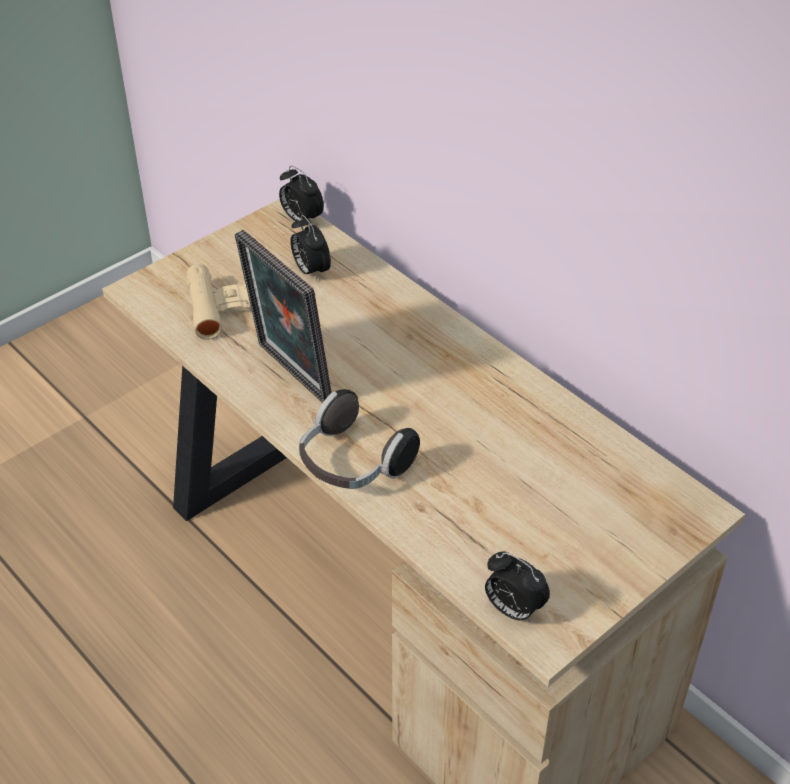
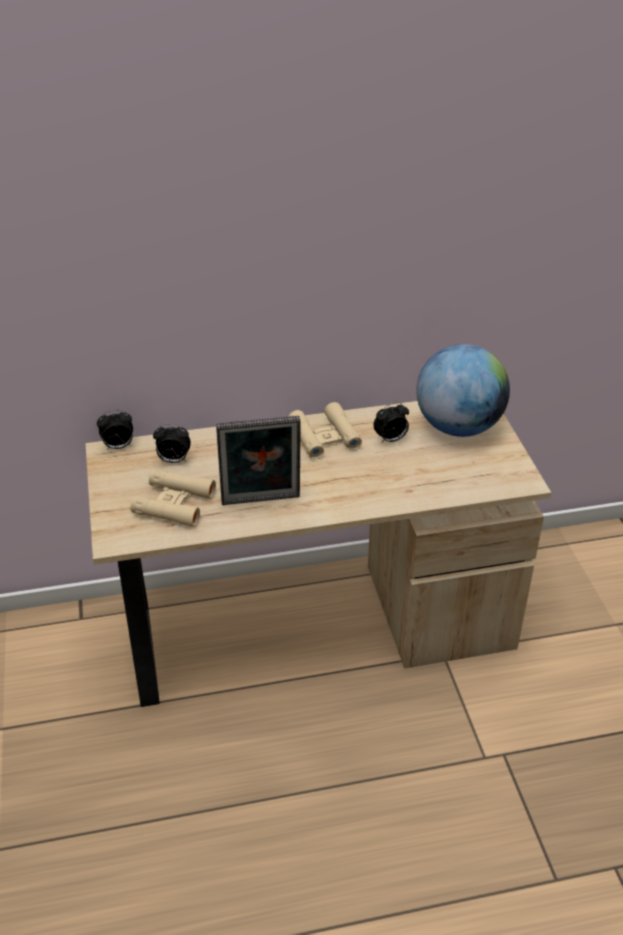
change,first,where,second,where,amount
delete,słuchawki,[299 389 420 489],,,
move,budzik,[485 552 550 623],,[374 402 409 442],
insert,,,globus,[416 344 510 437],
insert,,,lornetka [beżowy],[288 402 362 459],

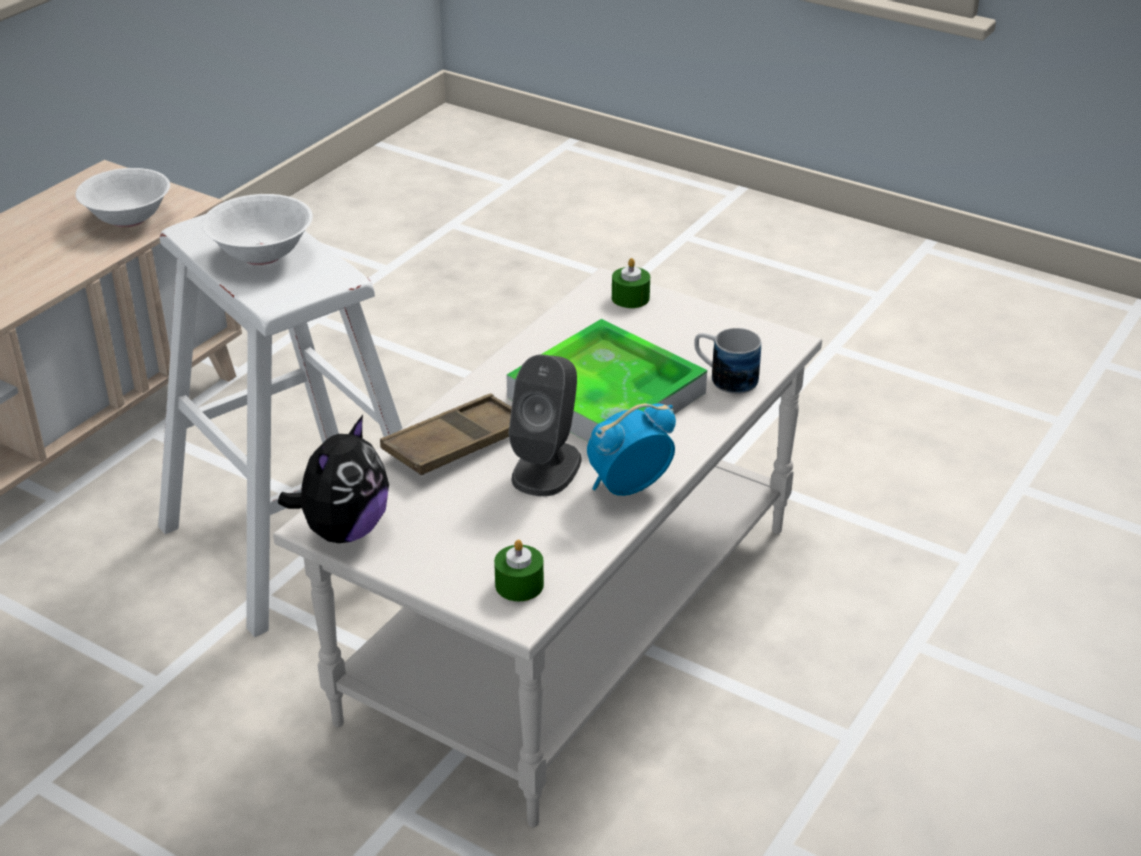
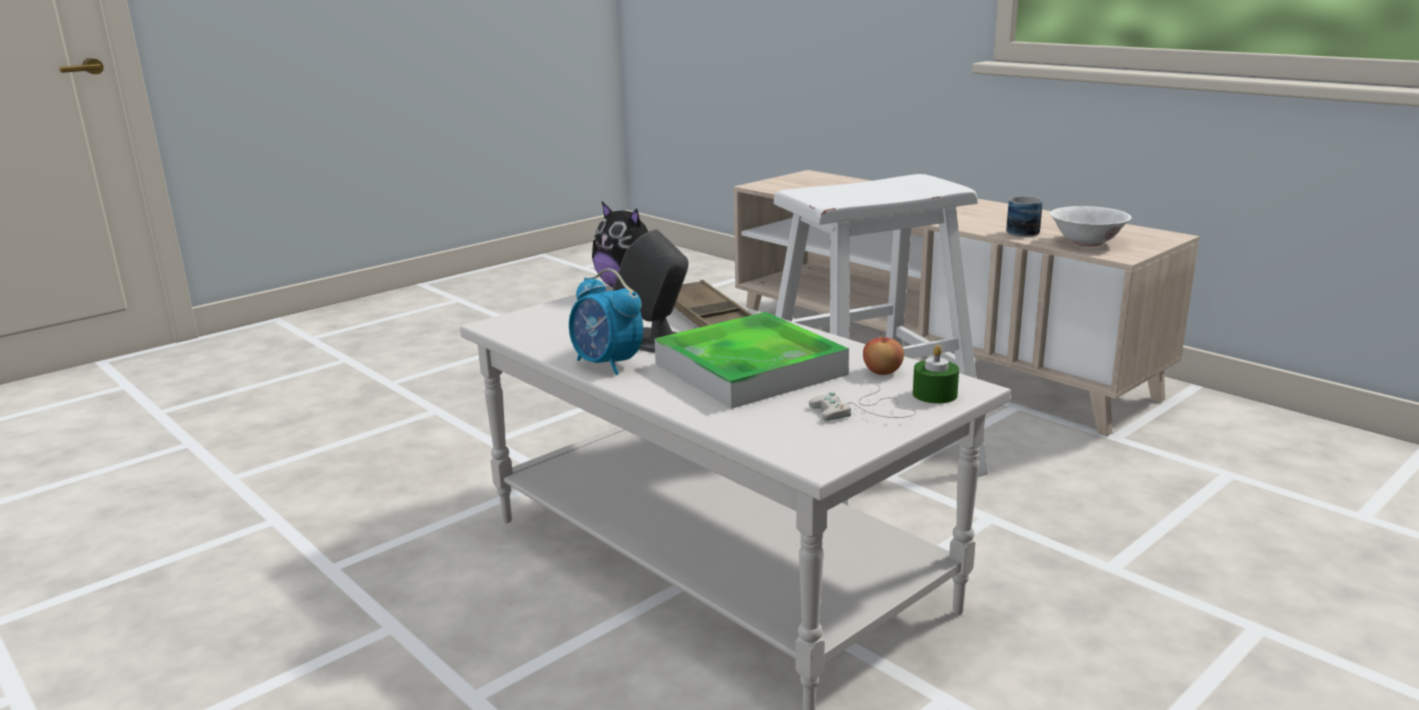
change,first,where,second,where,amount
delete,miska [biały],[202 194 313 265],,,
move,kubek,[694 328 761 394],,[1006 196 1042 237],
rotate,budzik,[587 404 676 496],,[569 269 643 375],150 degrees clockwise
delete,świeca [zielony],[494 540 544 601],,,
insert,,,jabłko,[863 334 904 375],
insert,,,pad do gier [biały],[809 380 916 421],

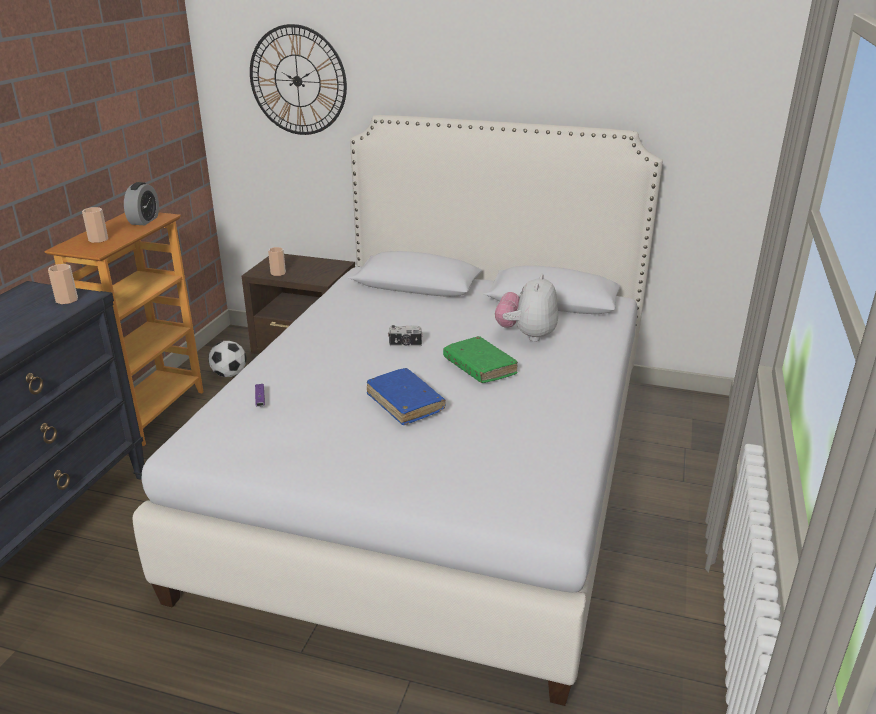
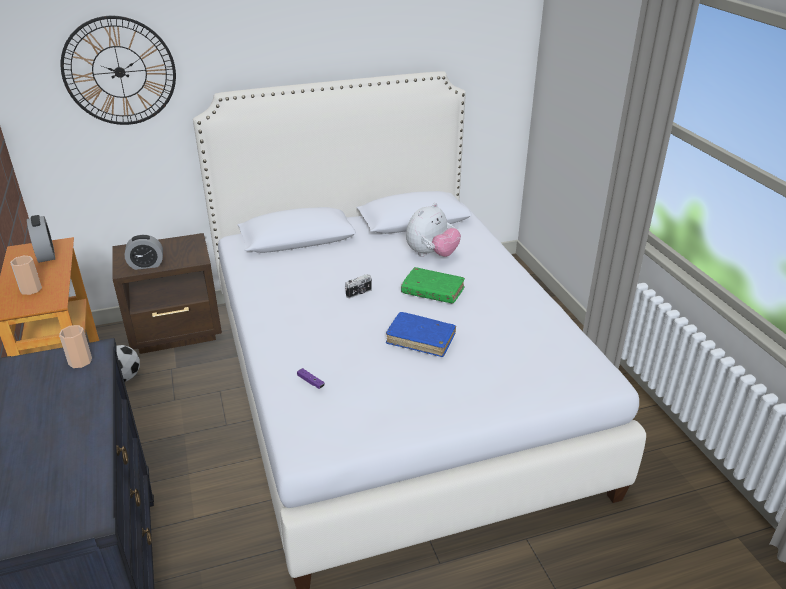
change,first,where,second,where,amount
replace,filiżanka,[268 247 286 276],budzik,[124 235 163 270],
rotate,pluszak,[495 274 558 342],,[406 203 461 257],120 degrees counterclockwise

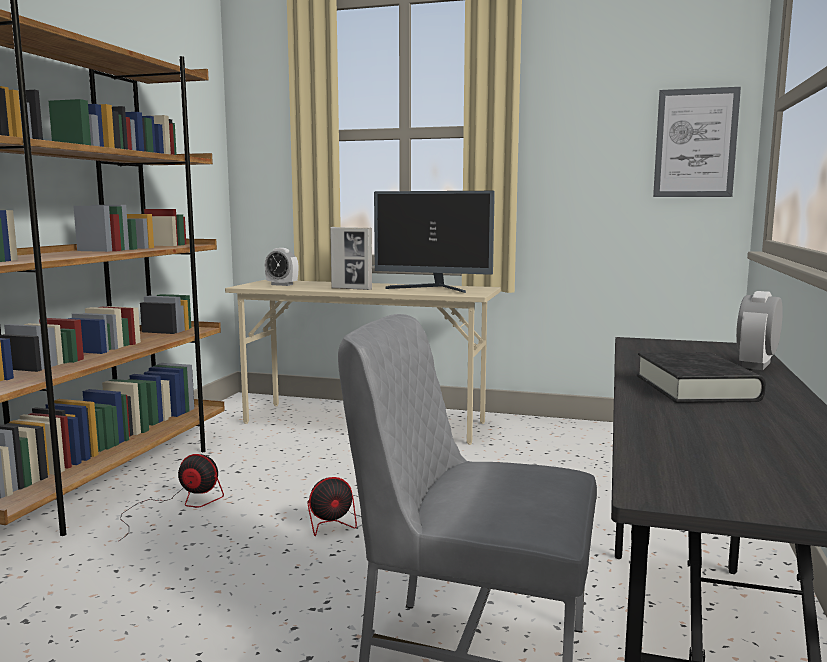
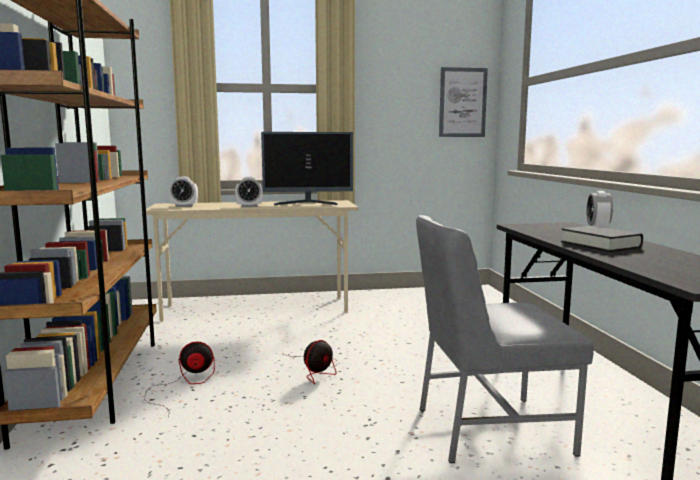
change,first,where,second,where,amount
replace,ramka na zdjęcie,[330 227 372 290],budzik,[235 177 263 207],

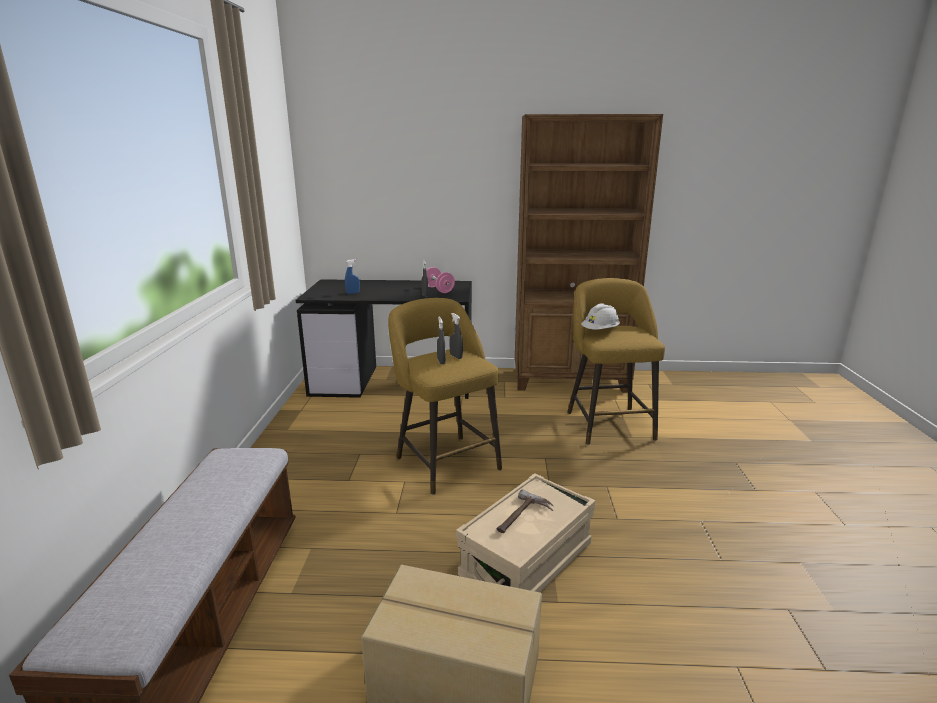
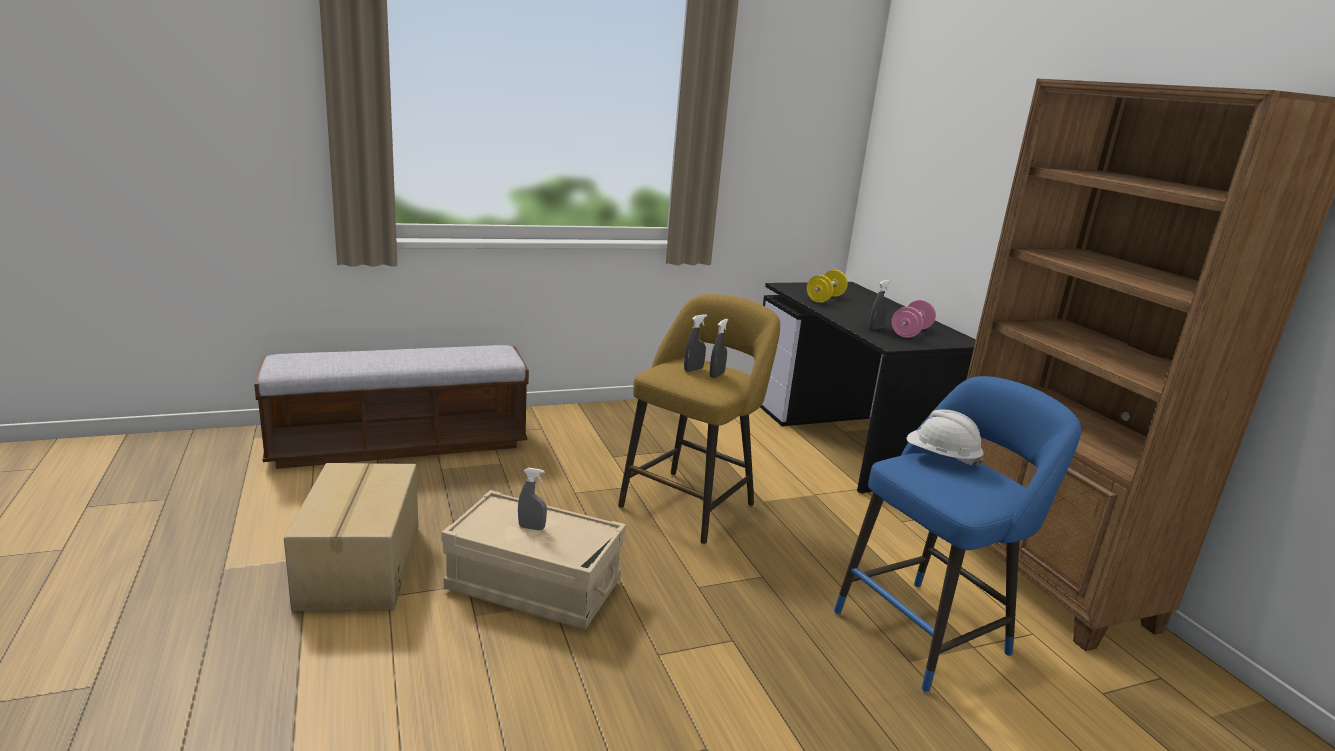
change,first,where,second,where,amount
replace,spryskiwacz [niebieski],[345 259 360 294],hantel [żółty],[807 270 848 303],
recolor,stołek [żółty],[567 278 665 445],stołek [niebieski],[834 376 1081 692],
replace,młotek,[496 489 553 533],spryskiwacz [szary],[518 468 547 530],

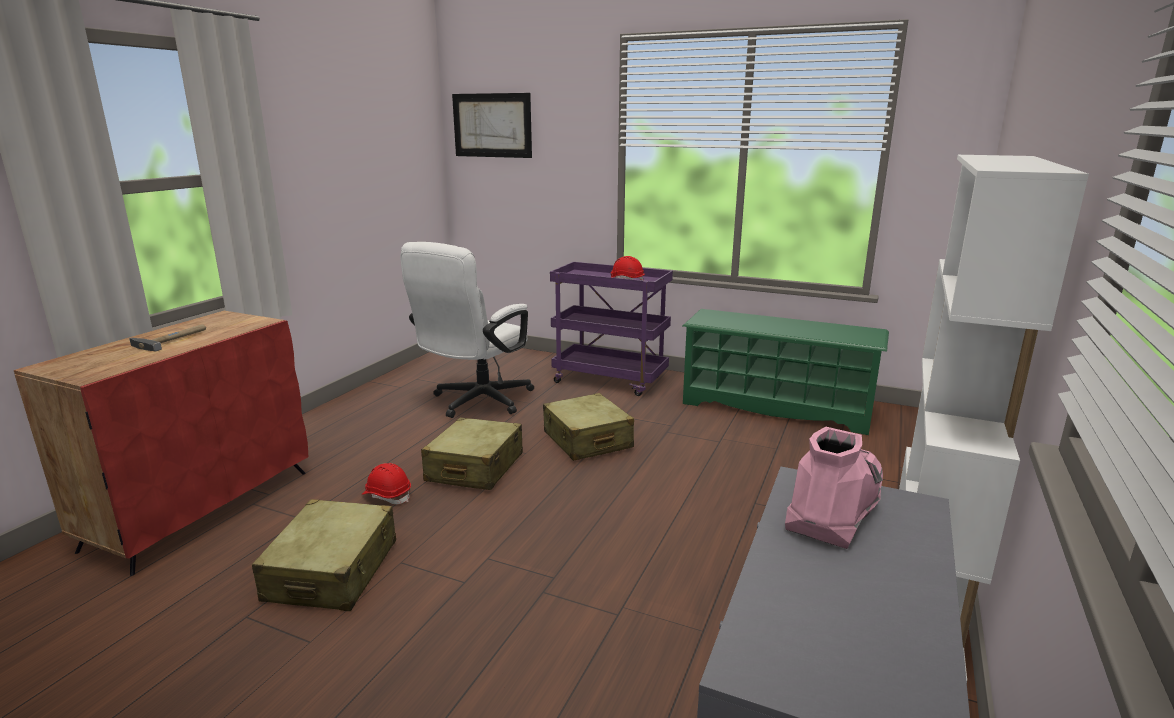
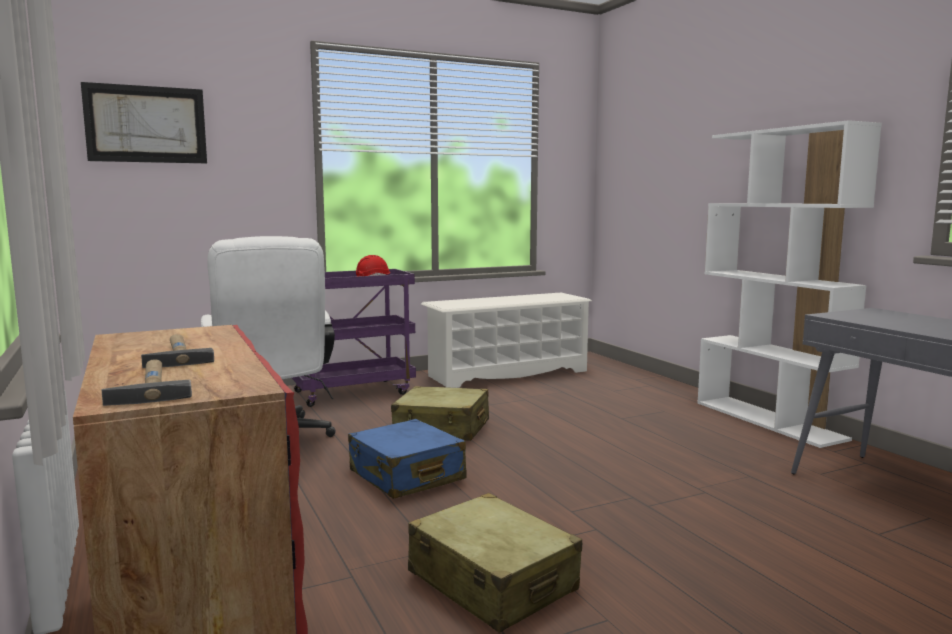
change,first,where,second,where,amount
recolor,regał na buty [zielony],[683 309 889 435],regał na buty [biały],[421 293 592 388],
recolor,walizka [beżowy],[421 417 523 490],walizka [niebieski],[348 419 467 499],
delete,but z cholewką [różowy],[785 427 883 549],,,
delete,kask [czerwony],[362 463 411 504],,,
insert,,,młotek,[102 359 192 406],

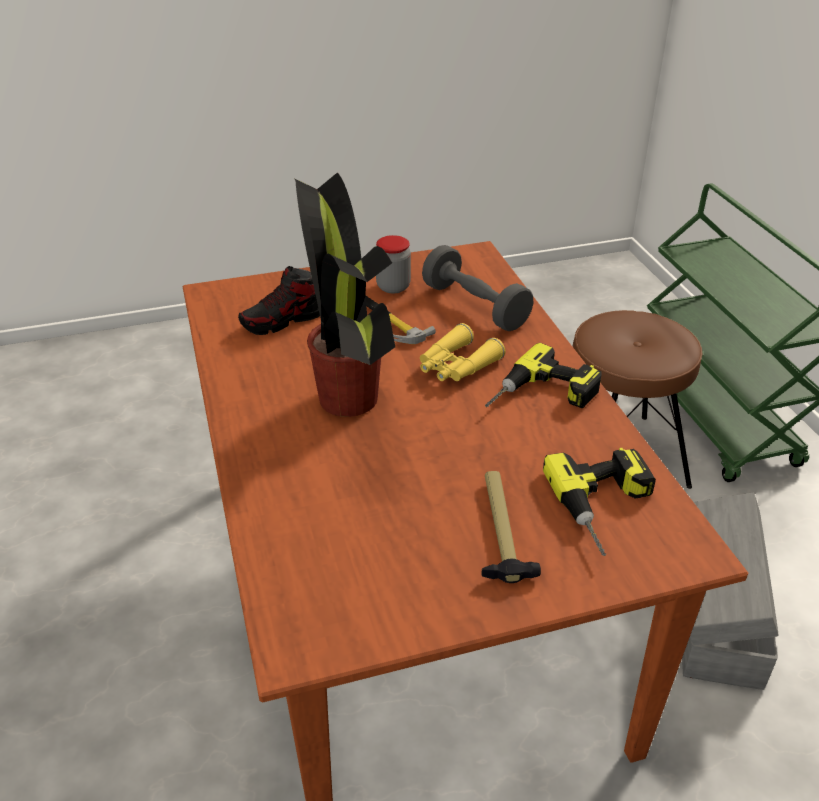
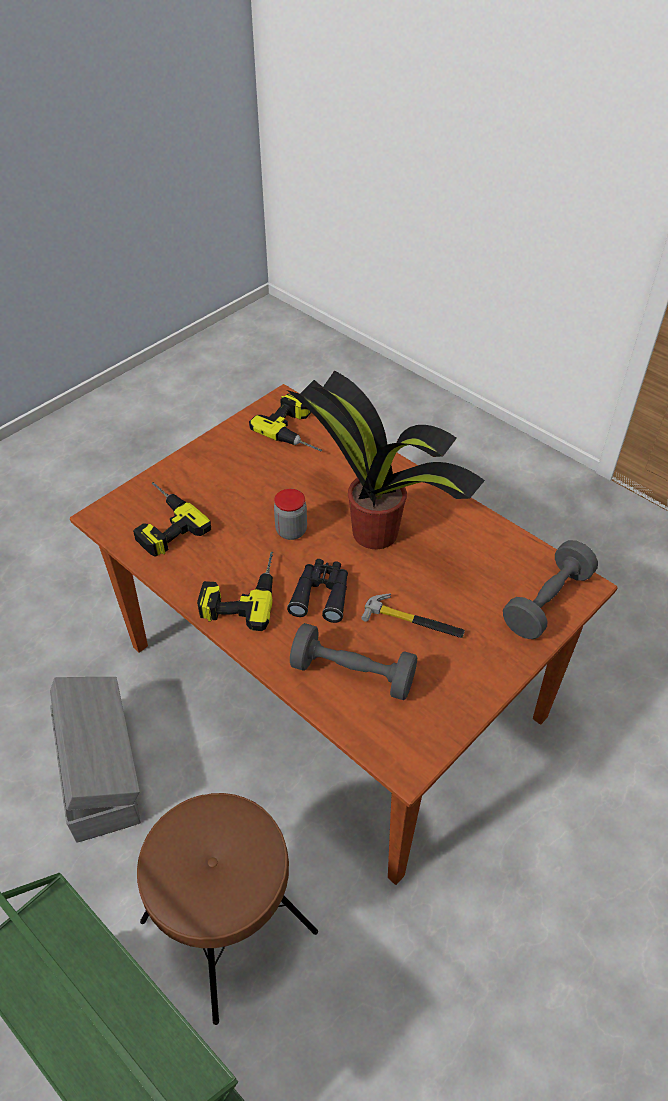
change,first,where,second,where,amount
move,słoik,[376 235 411 293],,[274 489 307 540],
delete,but,[238 266 320 335],,,
recolor,lornetka [żółty],[420 323 506 381],lornetka [czarny],[287 559 348 623],
delete,młotek,[481 471 541 583],,,
insert,,,wiertarka,[249 393 322 451],
insert,,,hantel [szary],[503 540 598 639],

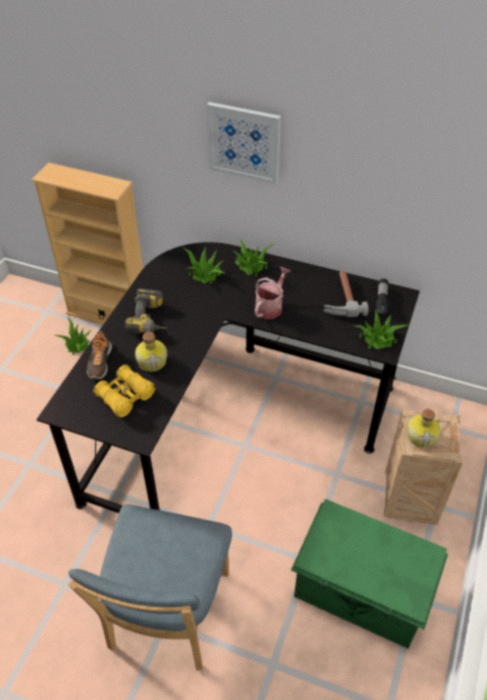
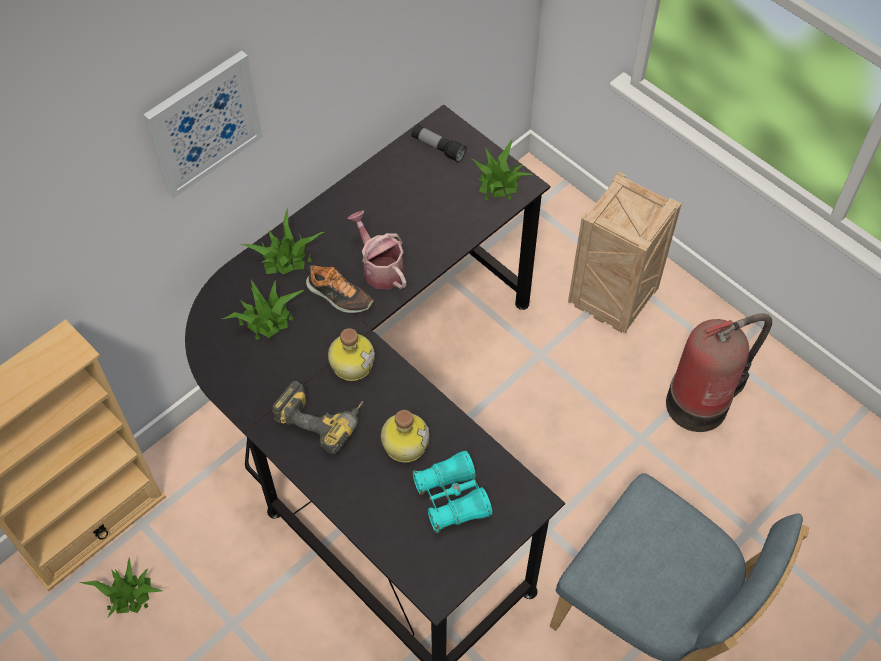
change,first,where,second,where,amount
delete,młotek,[323 271 369 317],,,
move,but,[87 331 112 380],,[306 265 374 313],
recolor,lornetka [żółty],[93 365 155 418],lornetka [turkusowy],[412 451 492 533],
move,butelka,[407 409 441 448],,[328 328 375 381],
replace,pojemnik do przechowywania [zielony],[291 499 448 649],gaśnica,[666 313 772 432],

